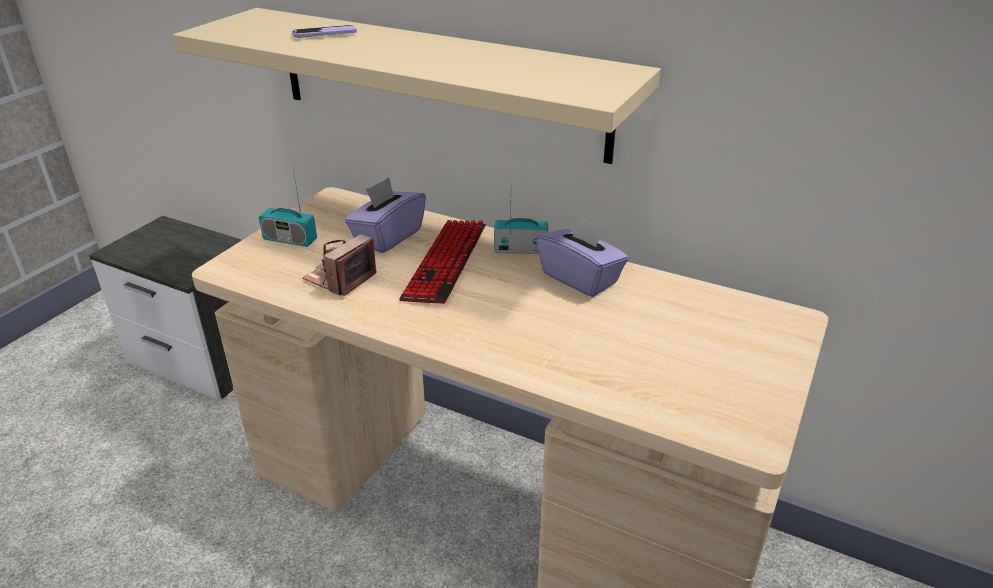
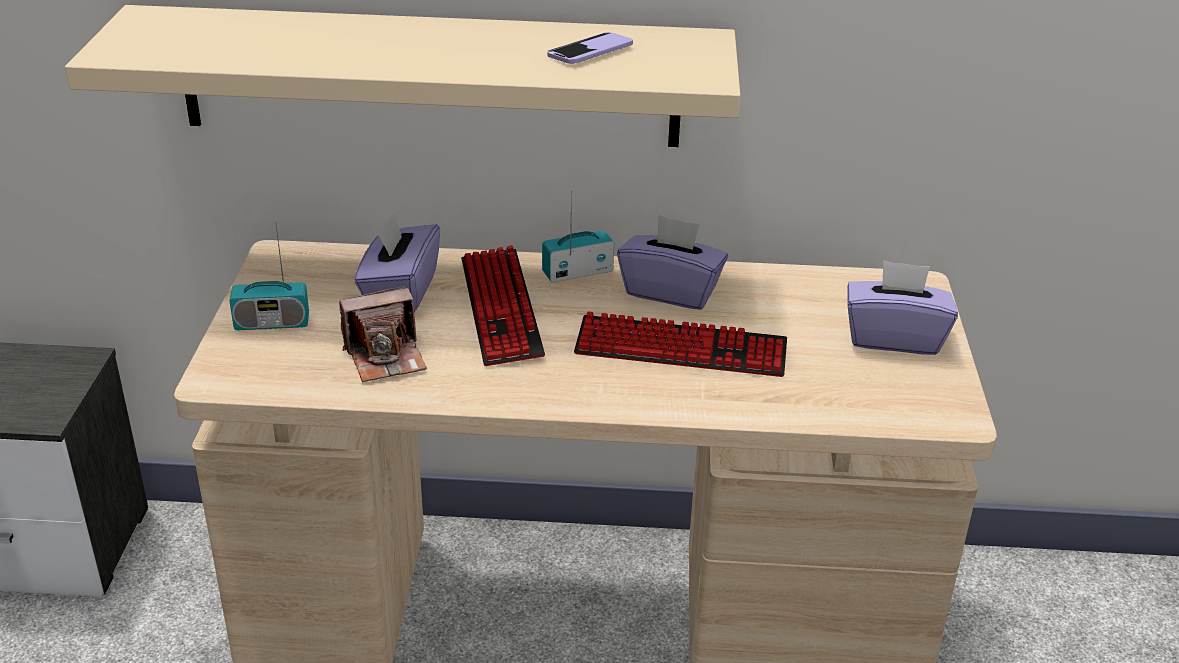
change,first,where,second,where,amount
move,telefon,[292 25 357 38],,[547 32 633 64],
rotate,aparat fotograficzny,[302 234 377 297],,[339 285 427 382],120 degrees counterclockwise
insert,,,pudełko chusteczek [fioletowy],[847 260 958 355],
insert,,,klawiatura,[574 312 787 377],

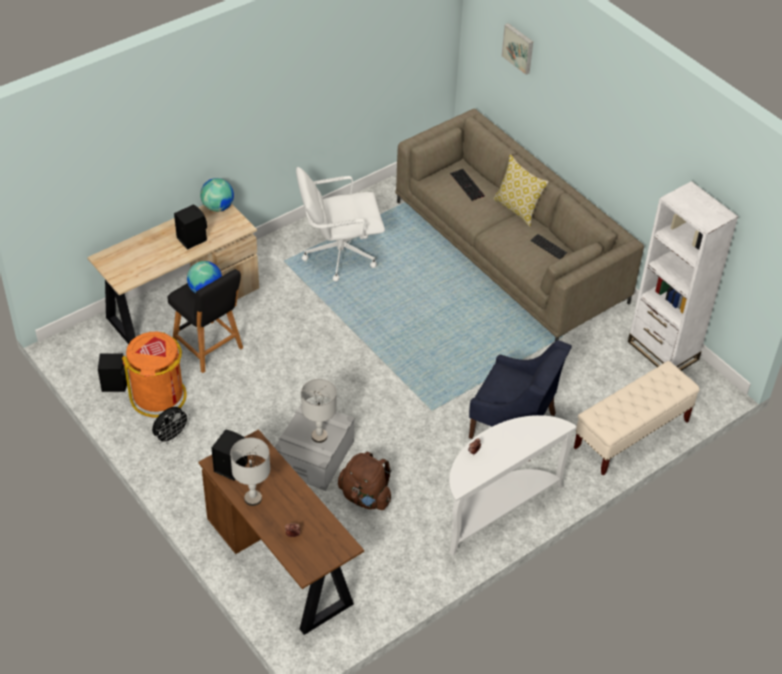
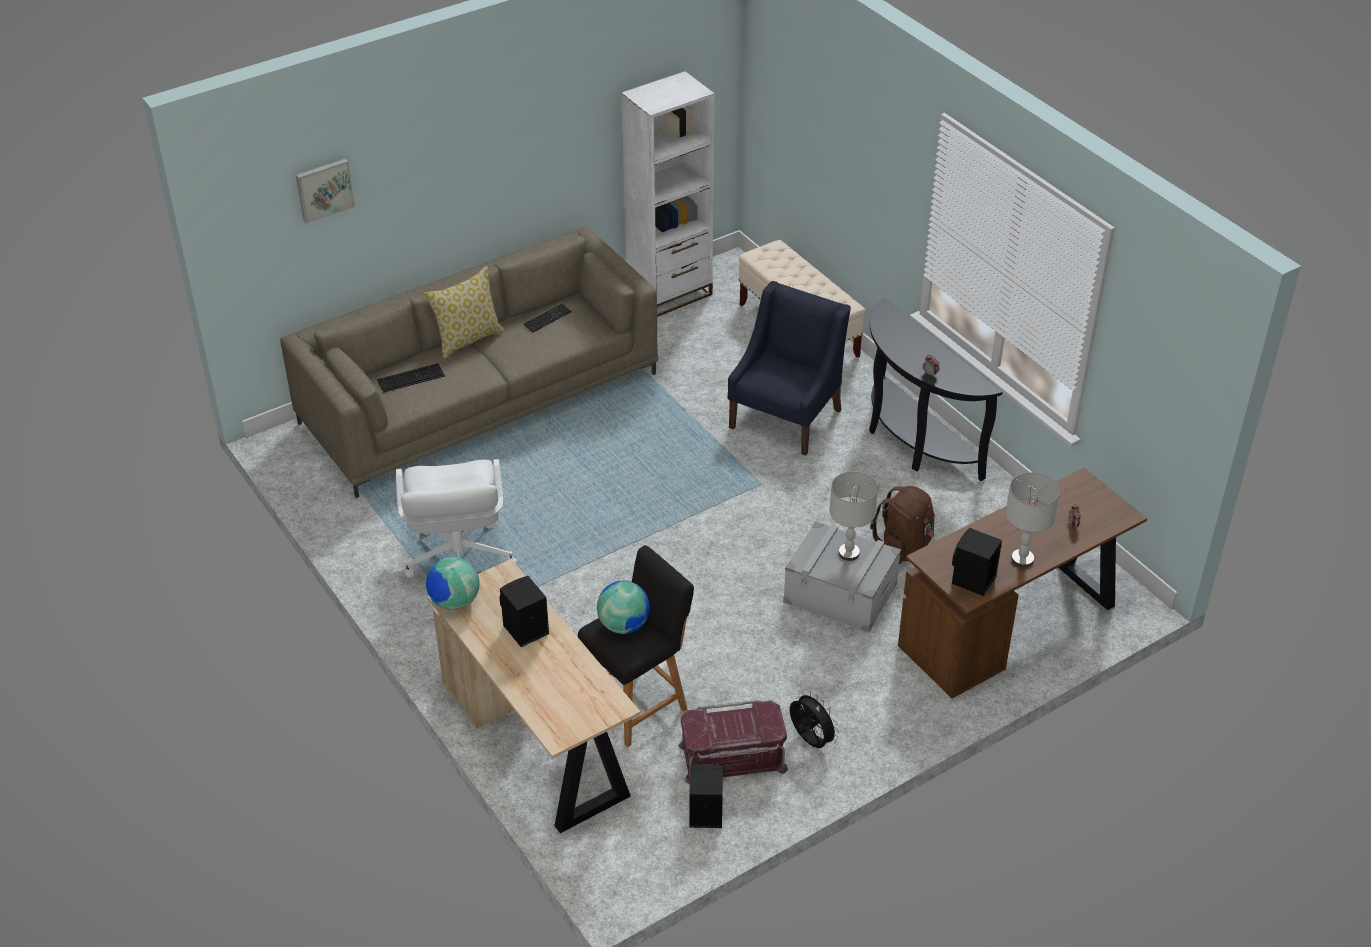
change,first,where,second,where,amount
replace,kosz na śmieci [pomarańczowy],[122 332 187 418],pojemnik do przechowywania [czerwony],[678 700 788 784],
recolor,stolik konsolowy [biały],[449 415 577 556],stolik konsolowy [czarny],[869 298 1002 481],

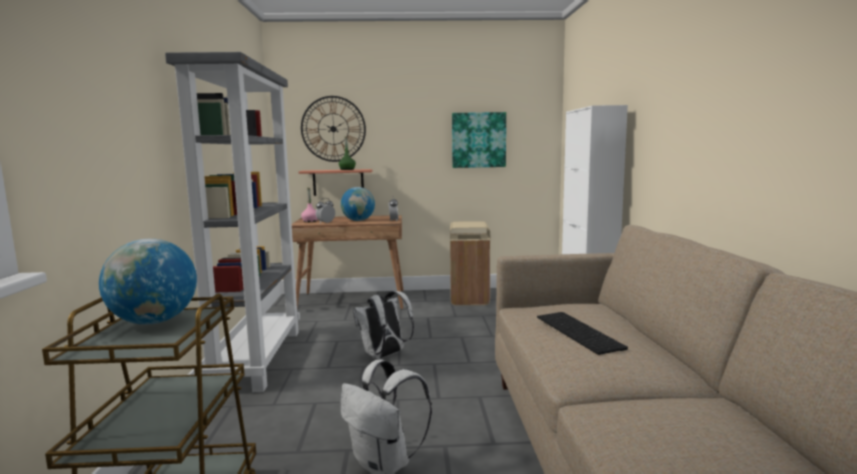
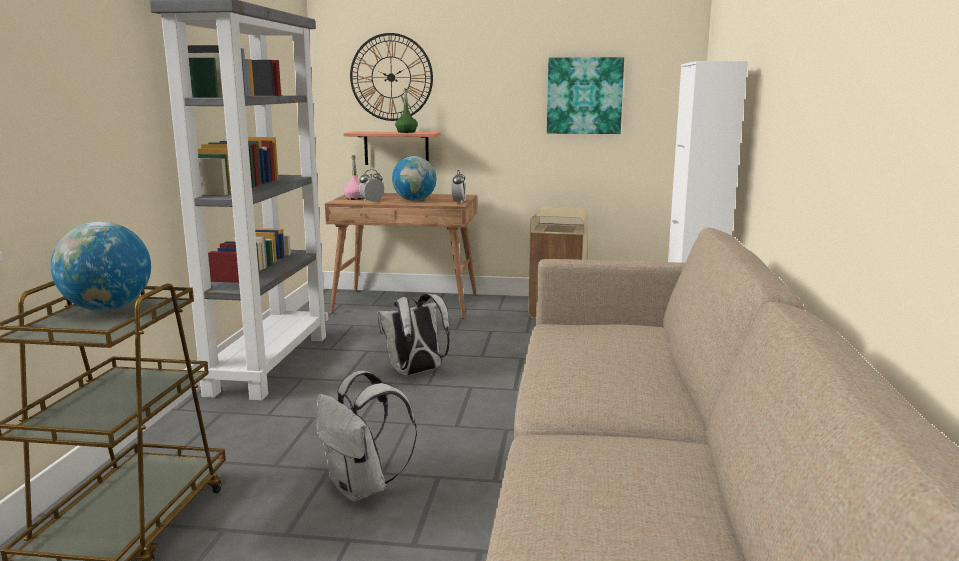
change,first,where,second,where,amount
delete,klawiatura,[537 312 628 355],,,

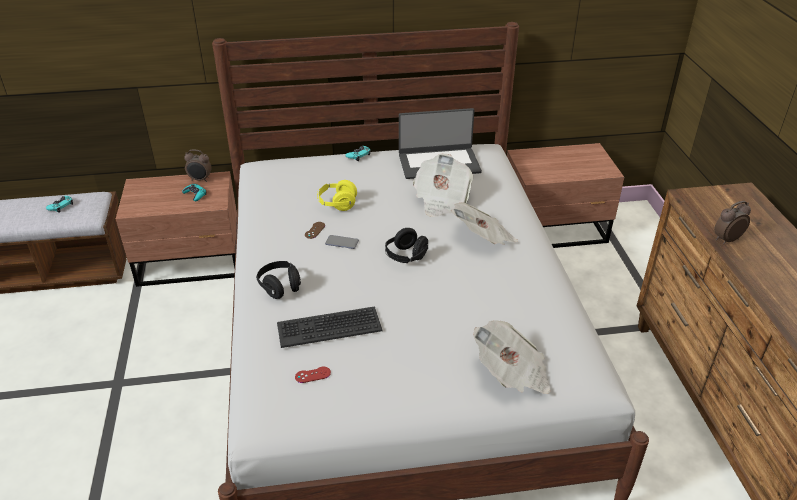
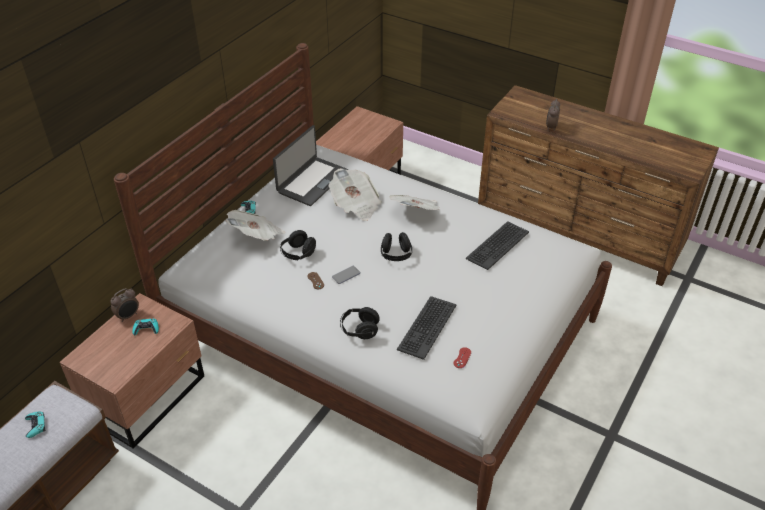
change,first,where,second,where,amount
recolor,słuchawki [żółty],[317 180 357 211],słuchawki [czarny],[280 230 316 260],
move,gazeta,[473 320 551 394],,[225 210 285 241],
insert,,,klawiatura,[466 221 529 270],

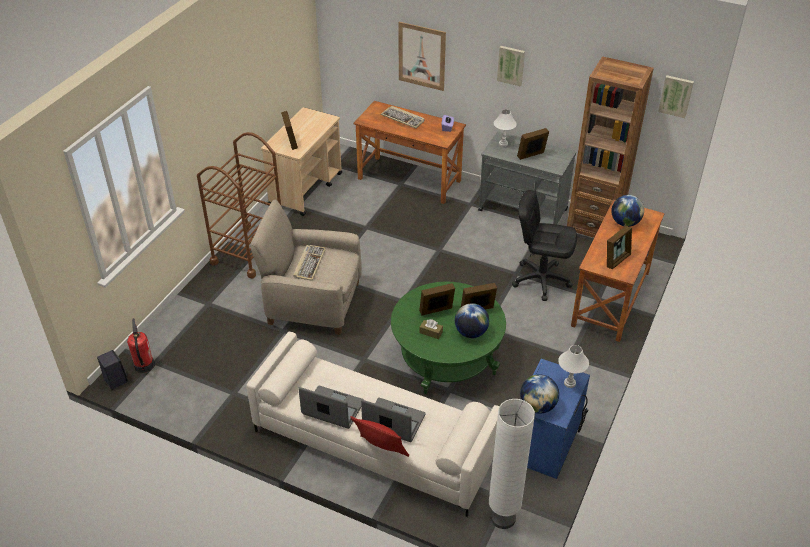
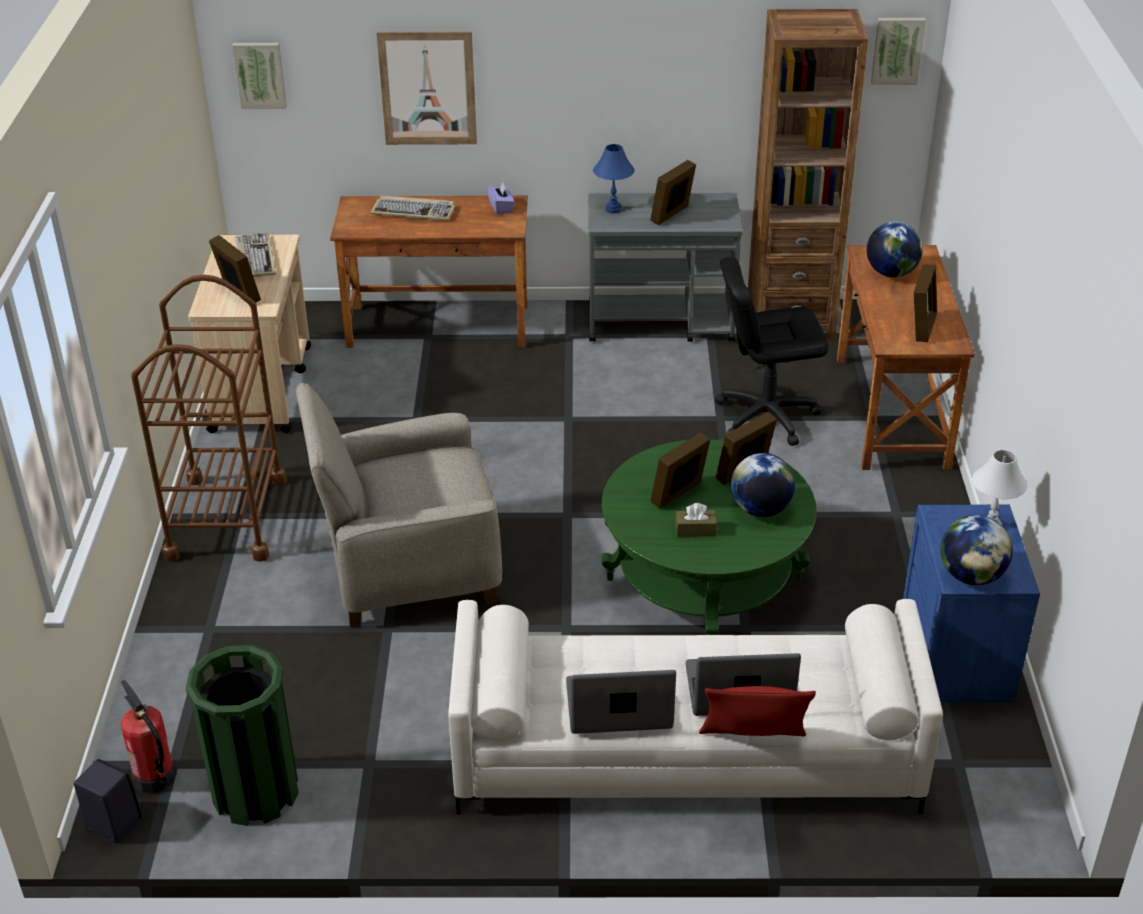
change,first,where,second,where,amount
move,obraz,[497 46 525 87],,[232 43 287 109],
recolor,lampa stołowa [biały],[494 109 517 147],lampa stołowa [niebieski],[593 144 635 213],
move,klawiatura,[293 245 326 281],,[235 232 276 277],
delete,lampa stojąca [biały],[489 399 535 529],,,
insert,,,kosz na śmieci [zielony],[186 645 298 826],

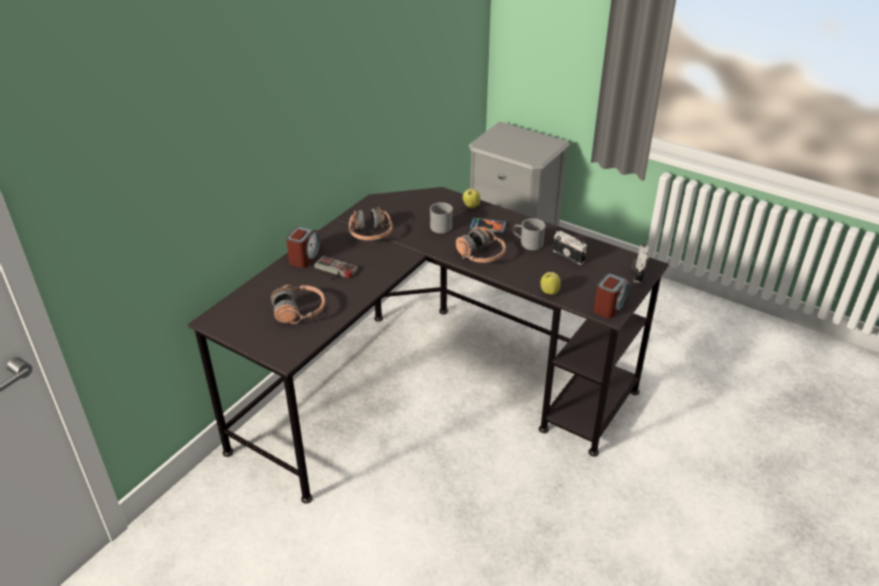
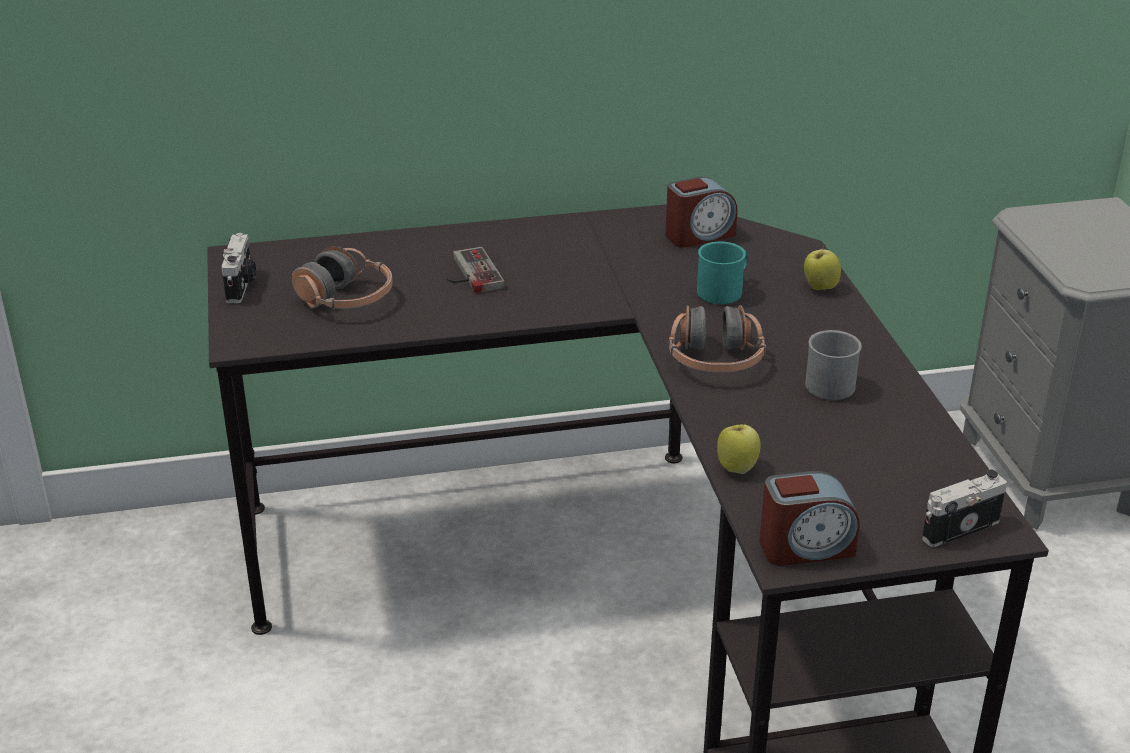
change,first,where,second,where,amount
recolor,kubek [szary],[430 202 453 234],kubek [turkusowy],[697 241 747 304],
delete,słuchawki,[349 207 393 240],,,
delete,telefon,[470 218 506 233],,,
move,budzik,[286 226 322 268],,[665 177 737 247],
move,aparat fotograficzny,[553 231 587 265],,[221 233 256 303],

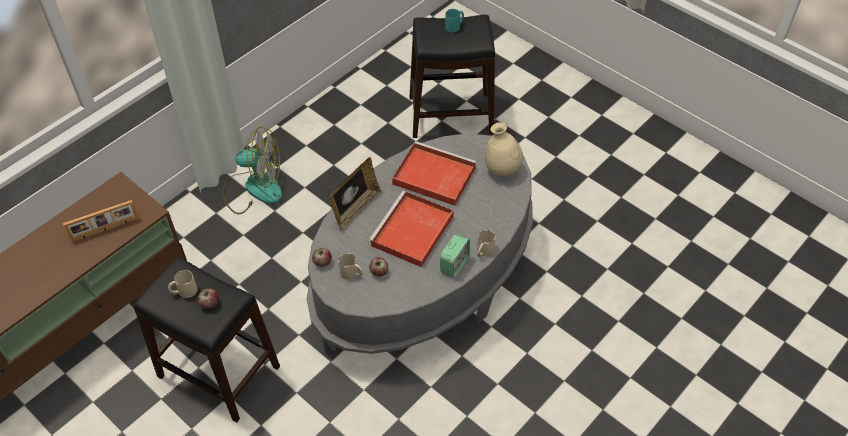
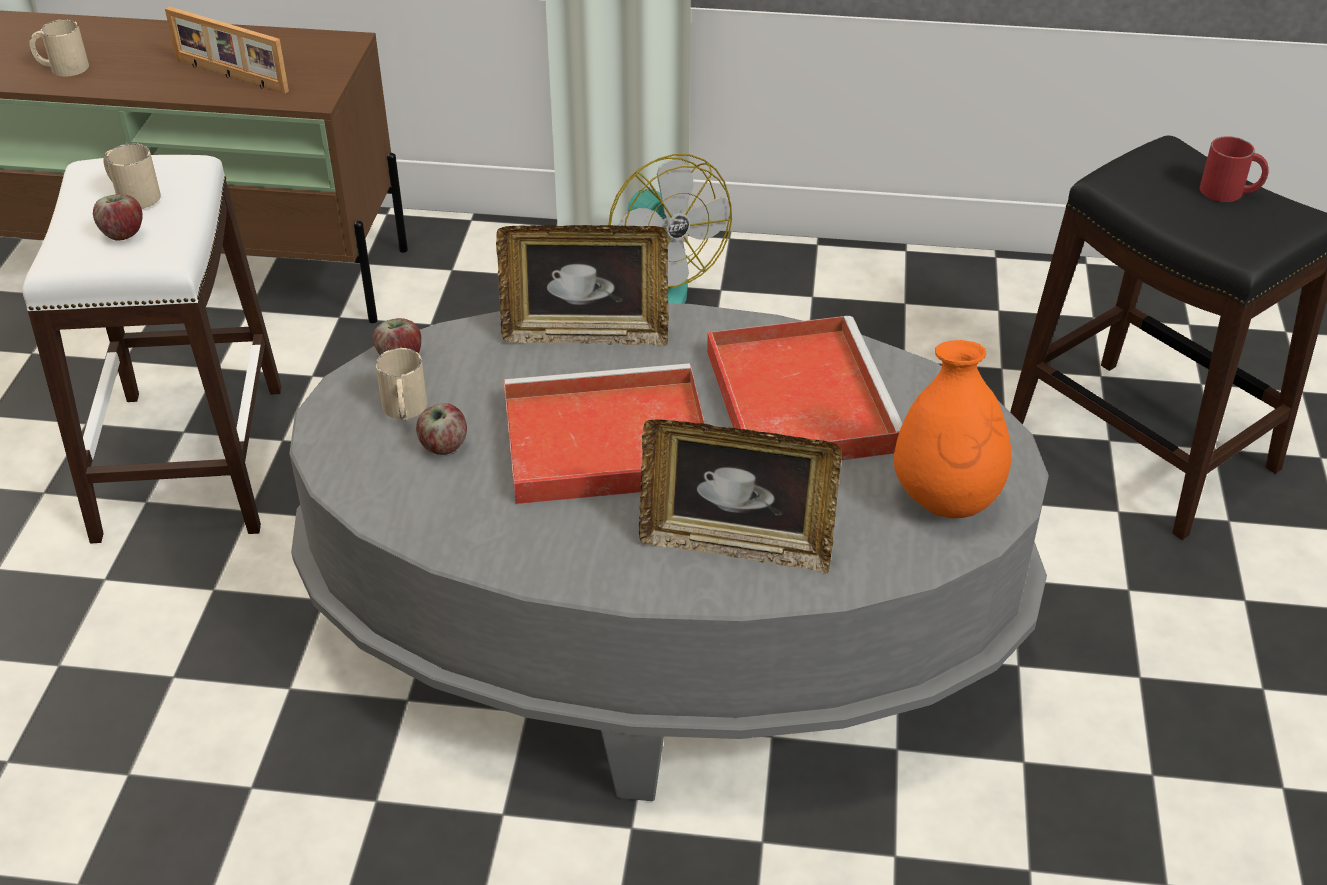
change,first,where,second,where,amount
recolor,kubek [turkusowy],[445 9 464 32],kubek [czerwony],[1200 136 1269 202],
recolor,wazon [beżowy],[485 122 523 176],wazon [pomarańczowy],[894 340 1011 518],
move,kubek [beżowy],[477 230 496 257],,[29 19 89 76],
delete,budzik,[440 234 470 278],,,
recolor,stołek [czarny],[133 257 280 423],stołek [biały],[22 155 282 543],
insert,,,ramka na zdjęcie,[639 419 842 574],

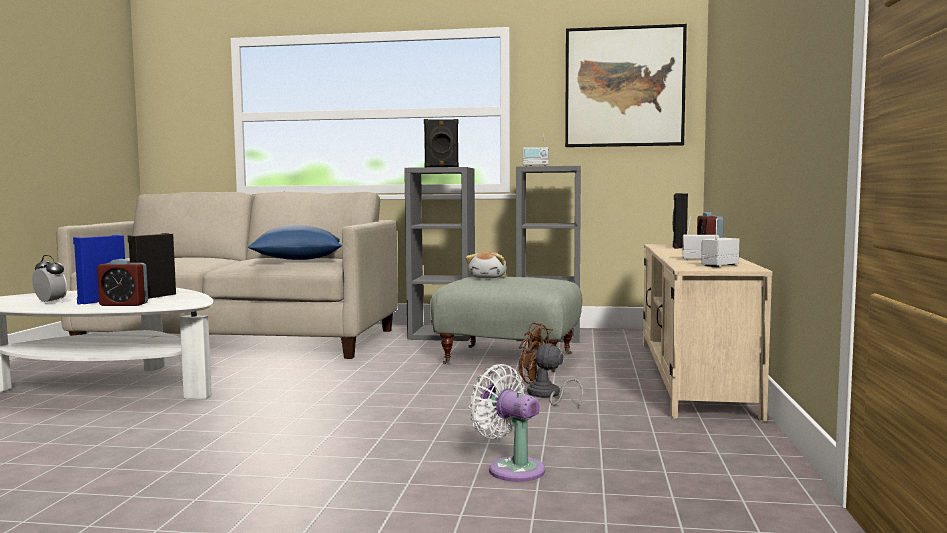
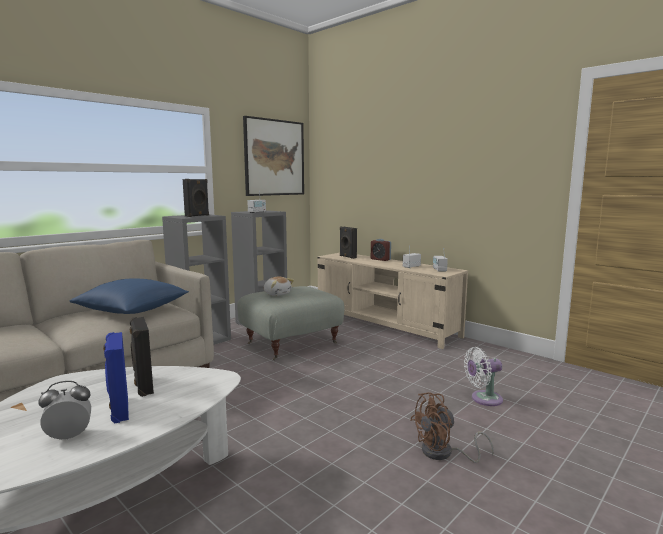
change,first,where,second,where,amount
delete,budzik,[97 259 148 306],,,
move,wentylator [brązowy],[519 322 584 408],,[410 392 494 463],

